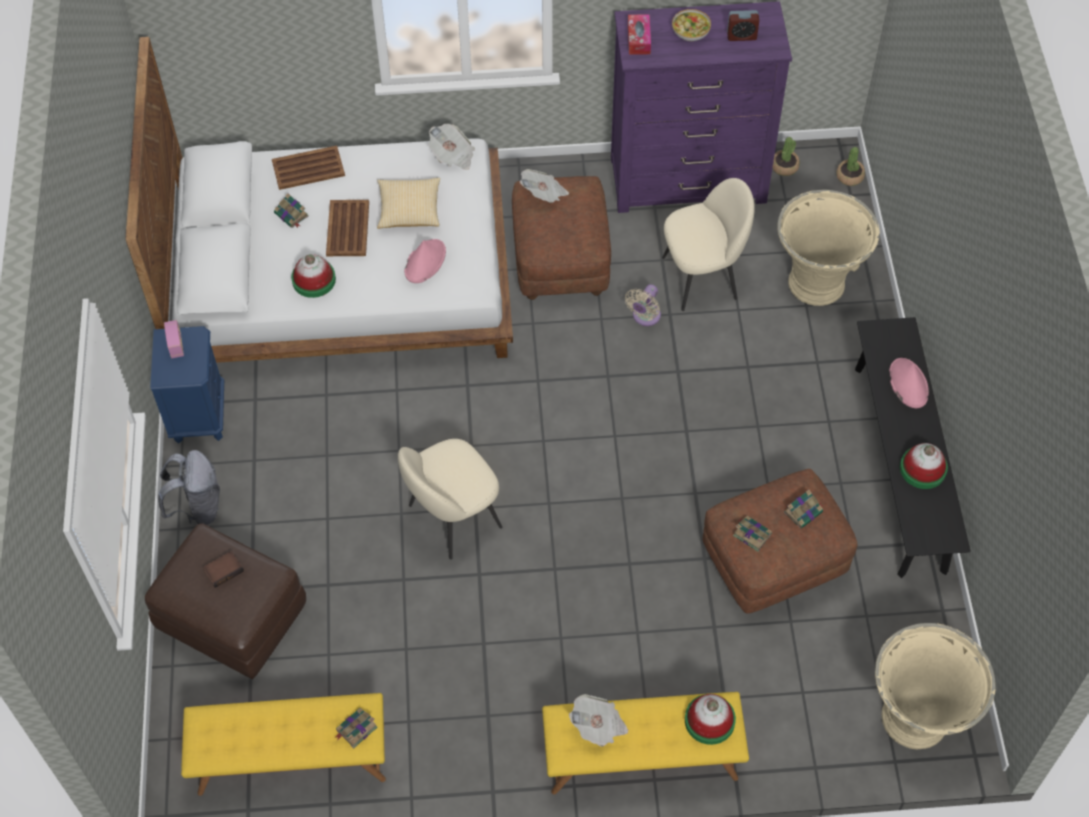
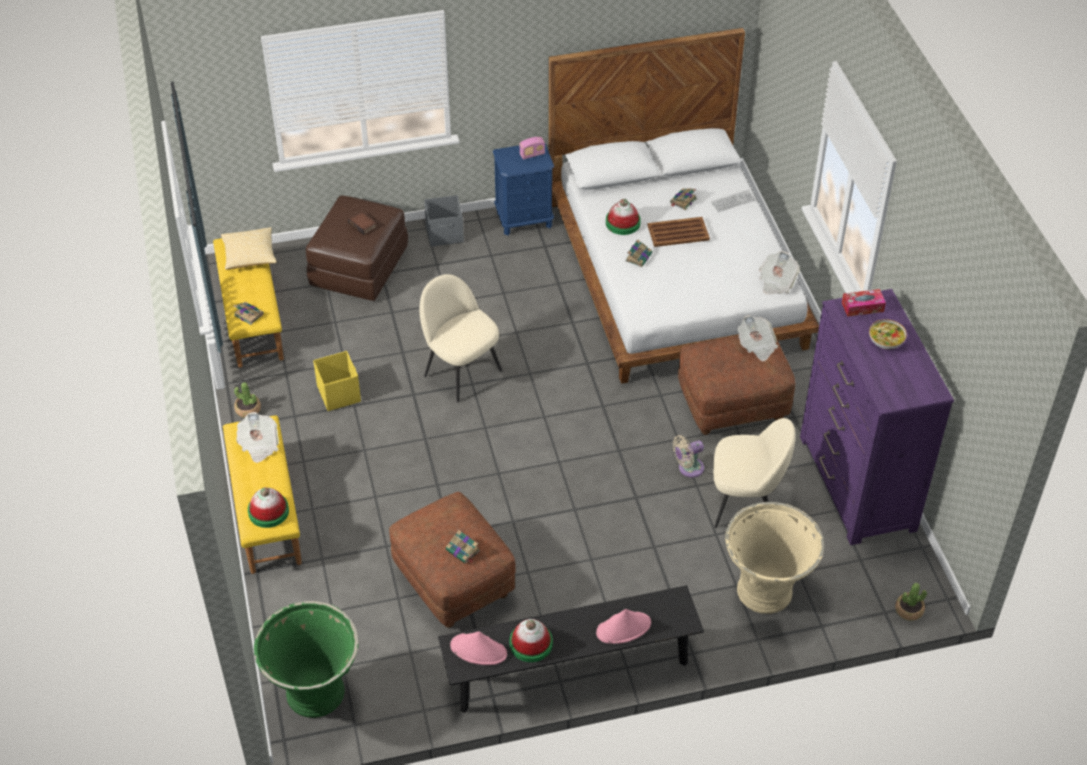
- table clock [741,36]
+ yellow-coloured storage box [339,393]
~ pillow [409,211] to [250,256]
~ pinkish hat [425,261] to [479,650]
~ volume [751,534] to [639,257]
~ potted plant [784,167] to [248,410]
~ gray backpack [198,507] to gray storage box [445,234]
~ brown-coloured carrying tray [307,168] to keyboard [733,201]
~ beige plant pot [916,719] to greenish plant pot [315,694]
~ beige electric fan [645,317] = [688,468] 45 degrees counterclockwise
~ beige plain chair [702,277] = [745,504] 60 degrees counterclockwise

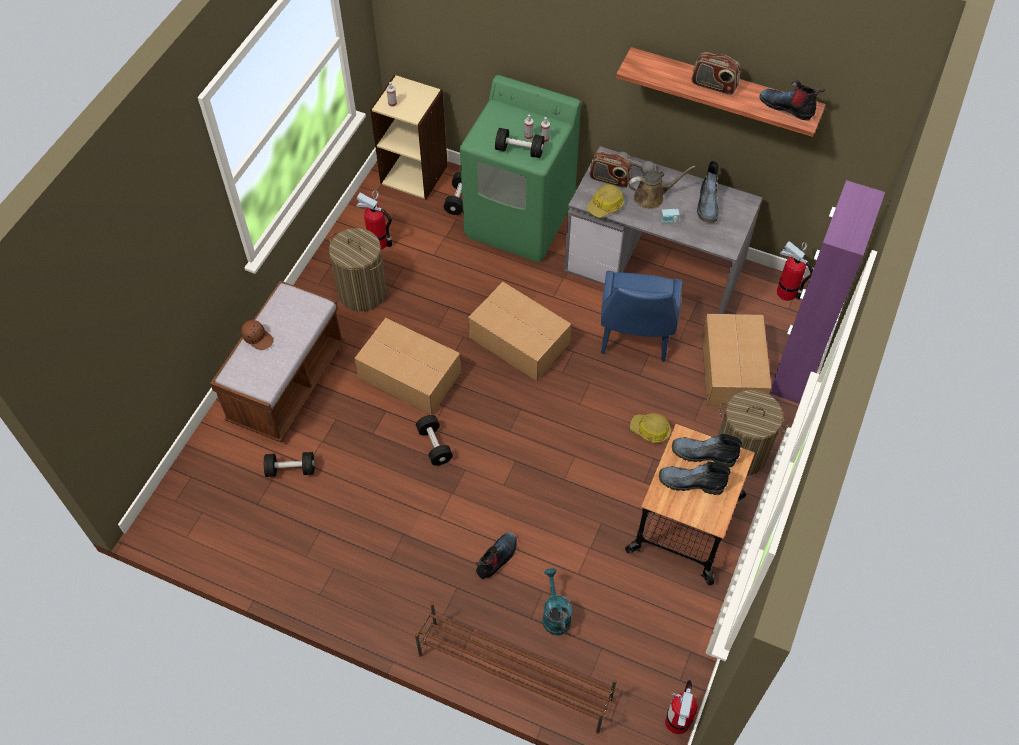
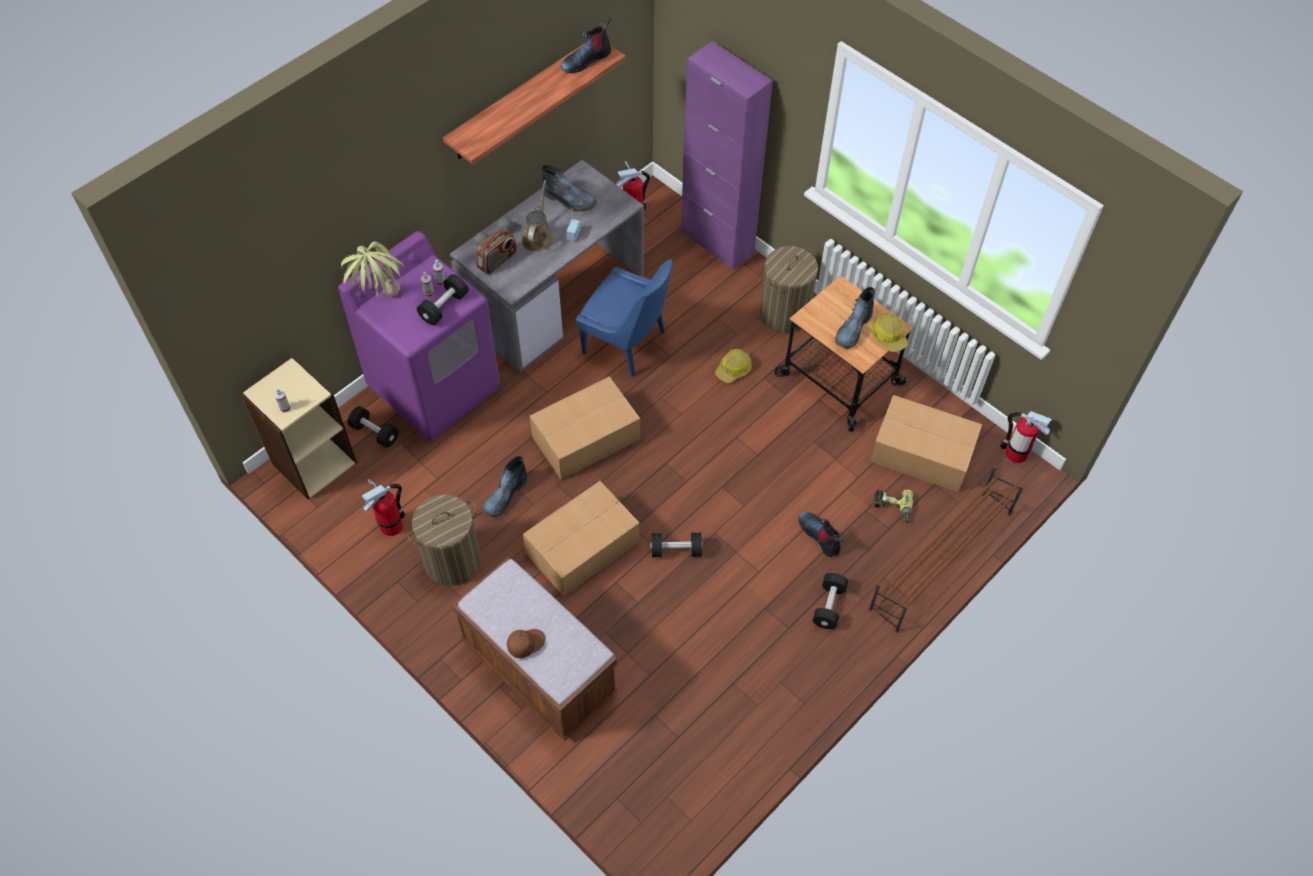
- radio receiver [714,85]
+ potted plant [381,305]
~ black hand weight [291,469] to [829,606]
~ hard hat [605,205] to [888,336]
~ boot [702,454] to [504,496]
~ cardboard box [732,369] to [920,452]
~ blue-green sprinkling can [555,614] to electric drill [892,508]
~ greenish laundry machine [520,221] to purple-coloured laundry machine [435,387]

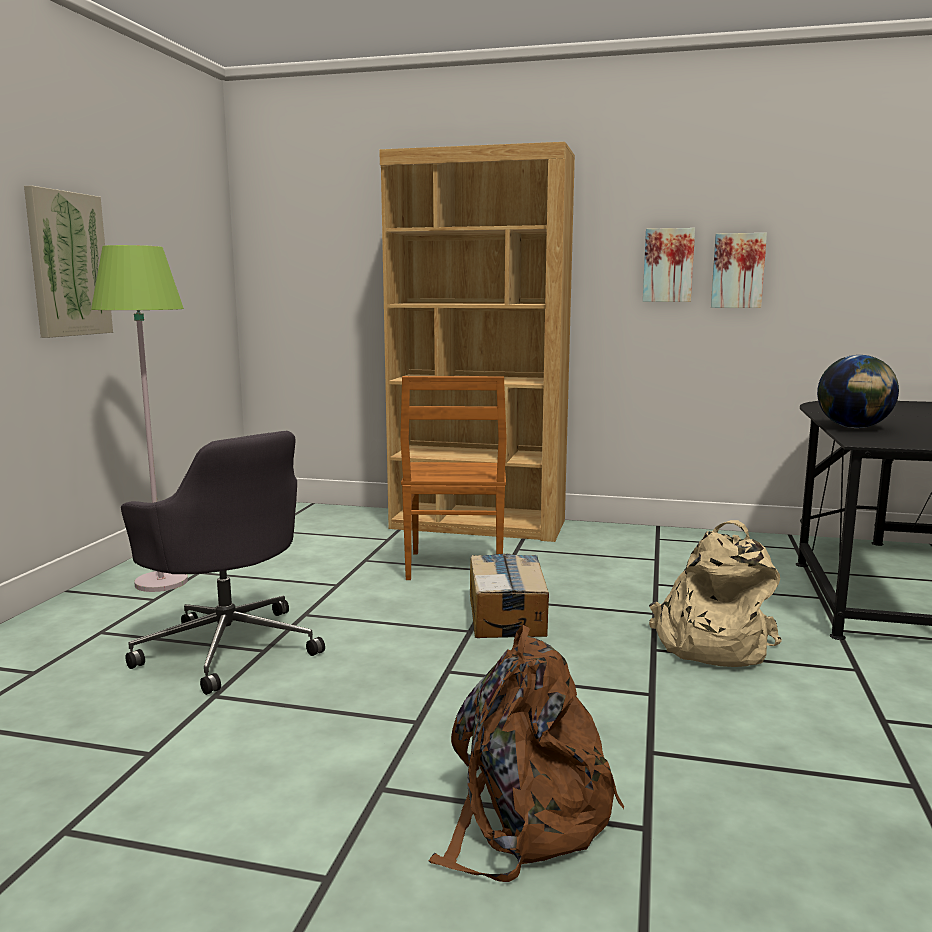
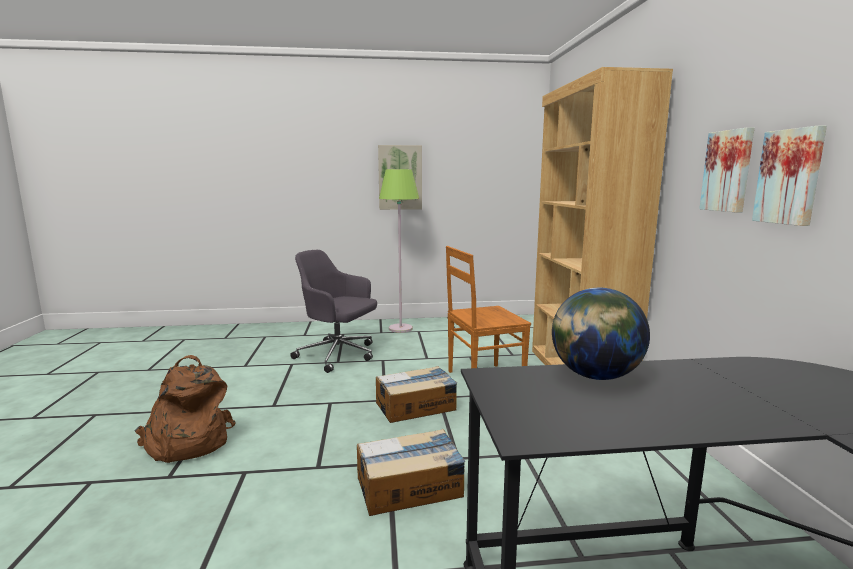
~ beige backpack [710,644] to cardboard box [410,487]
~ gray office chair [228,647] = [338,355] 90 degrees clockwise

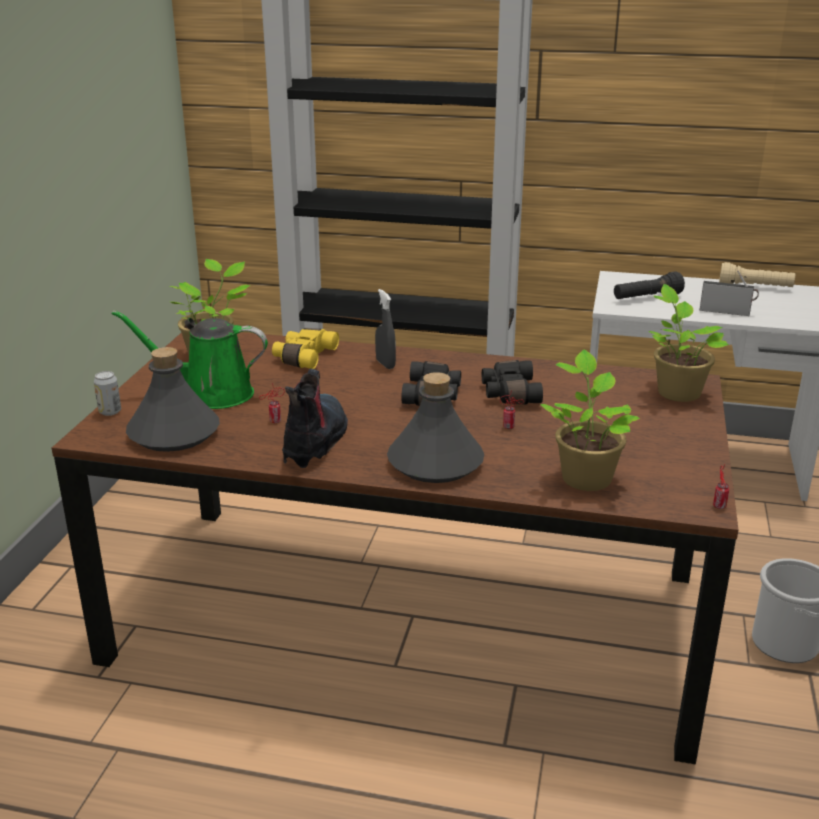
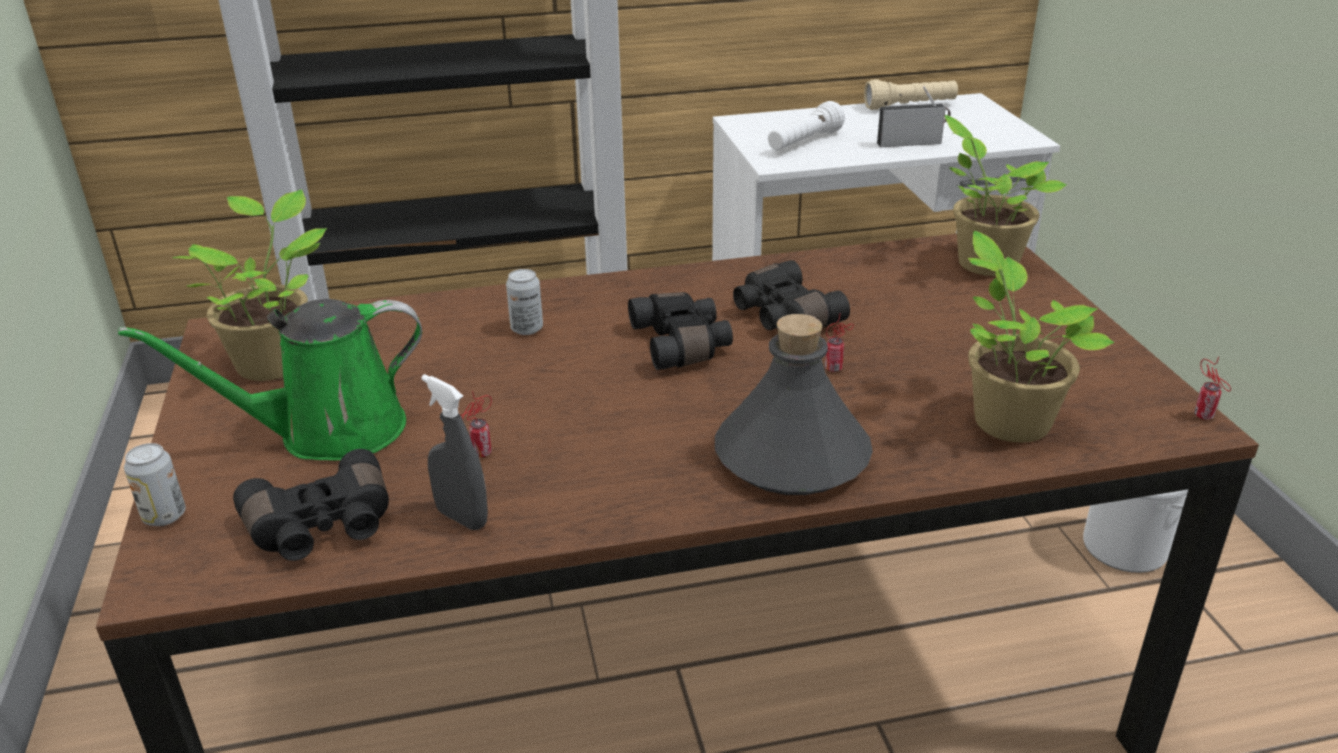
- yellow-coloured field glasses [303,357]
- boot [315,440]
+ sealed can [527,329]
~ gray spray bottle [385,364] to [462,518]
~ gray bottle [173,434] to black field glasses [322,527]
~ black flashlight [647,298] to white flashlight [804,142]

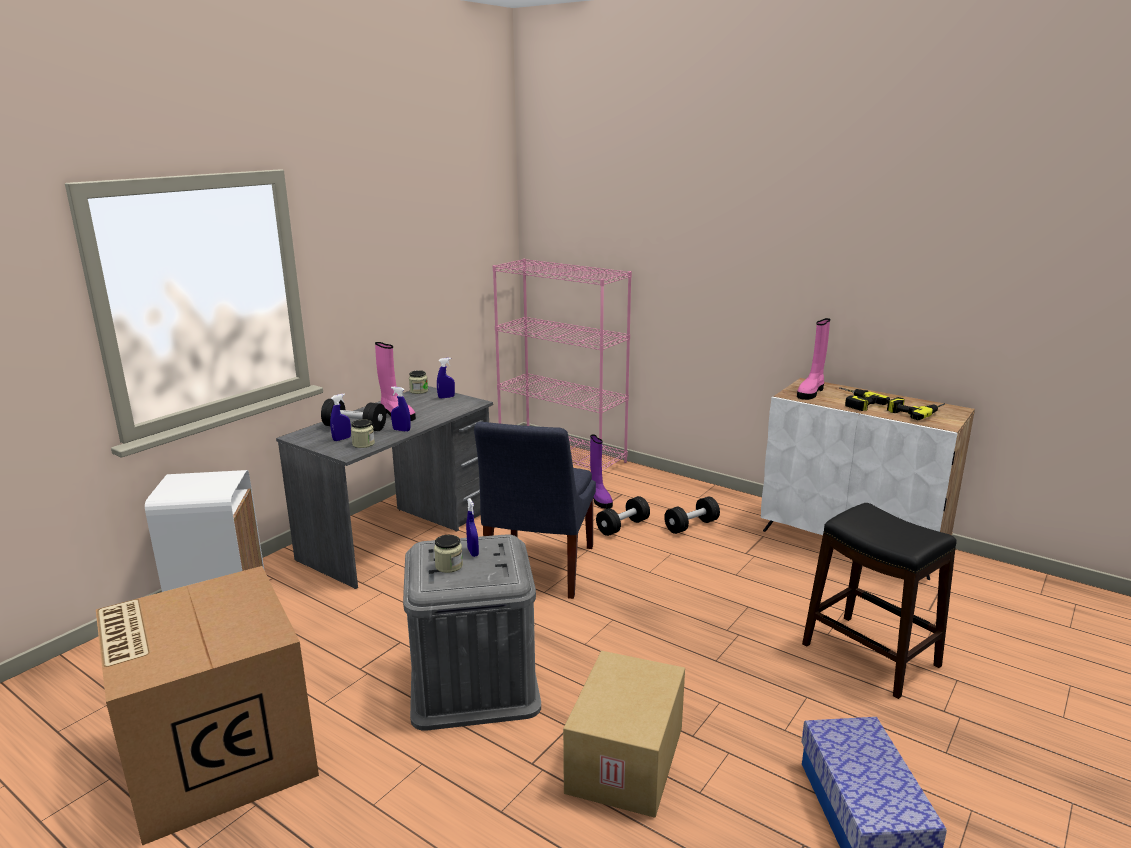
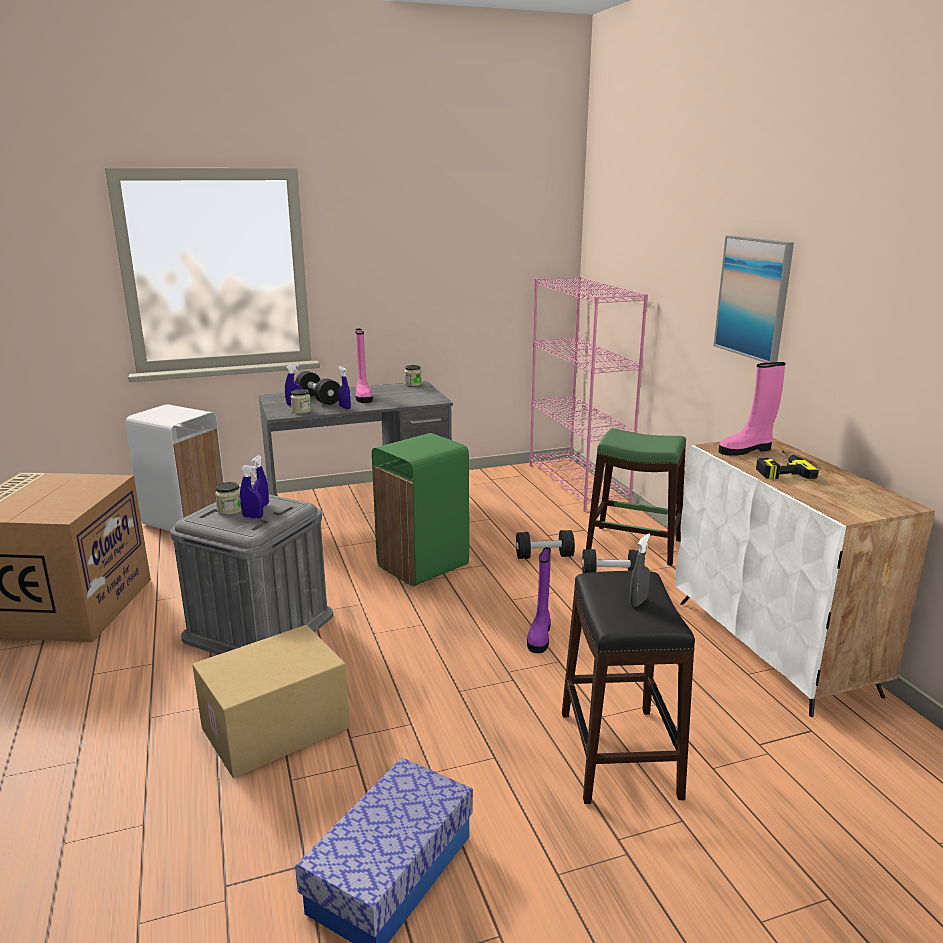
- electric drill [915,411]
+ greenish sitting stool [633,545]
+ gray spray bottle [638,601]
+ wall picture [753,297]
~ blue spray bottle [446,397] to [253,517]
~ purple-coloured boot [599,499] to [540,636]
~ blue plain chair [537,569] to greenish trash can [421,565]

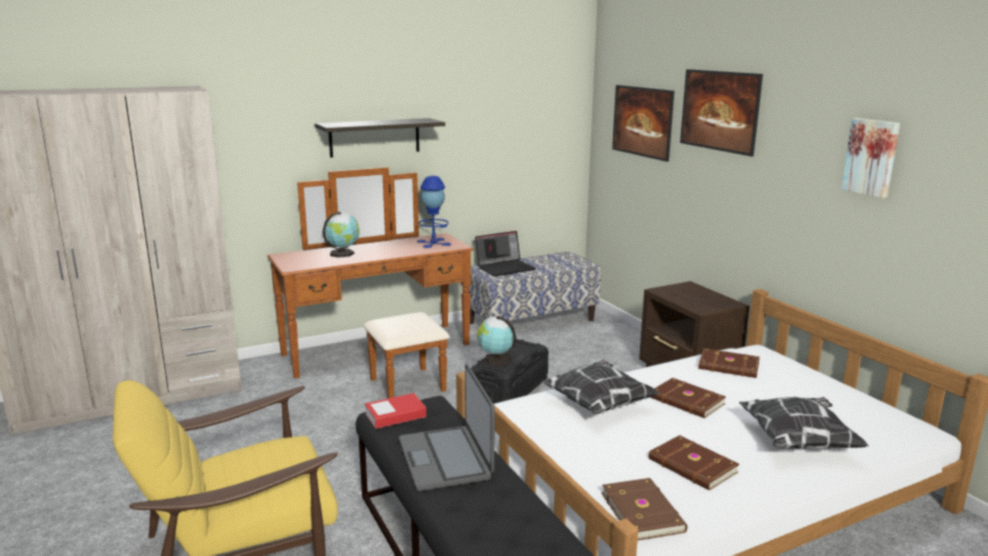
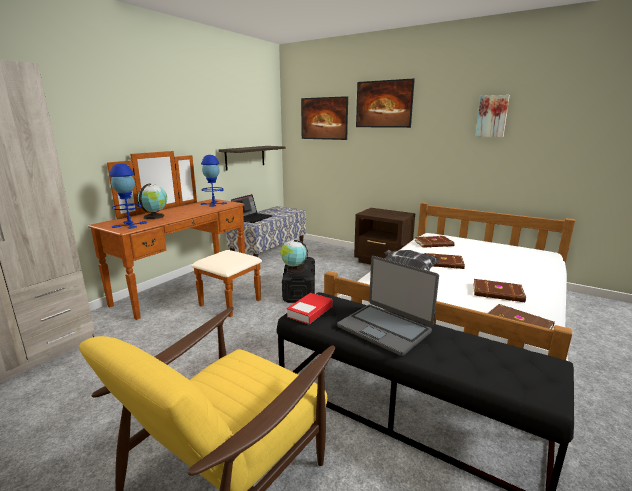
- pillow [798,441]
+ blue table lamp [129,224]
~ wall shelf [374,137] to [245,157]

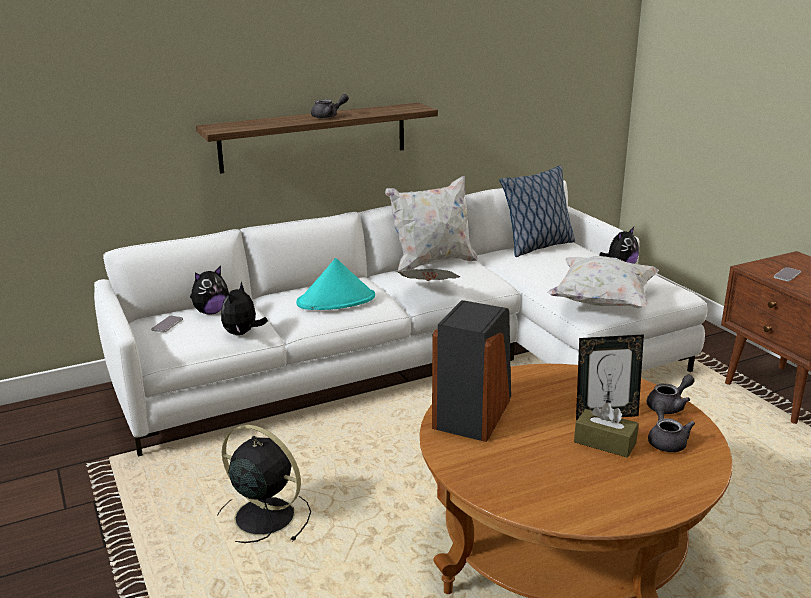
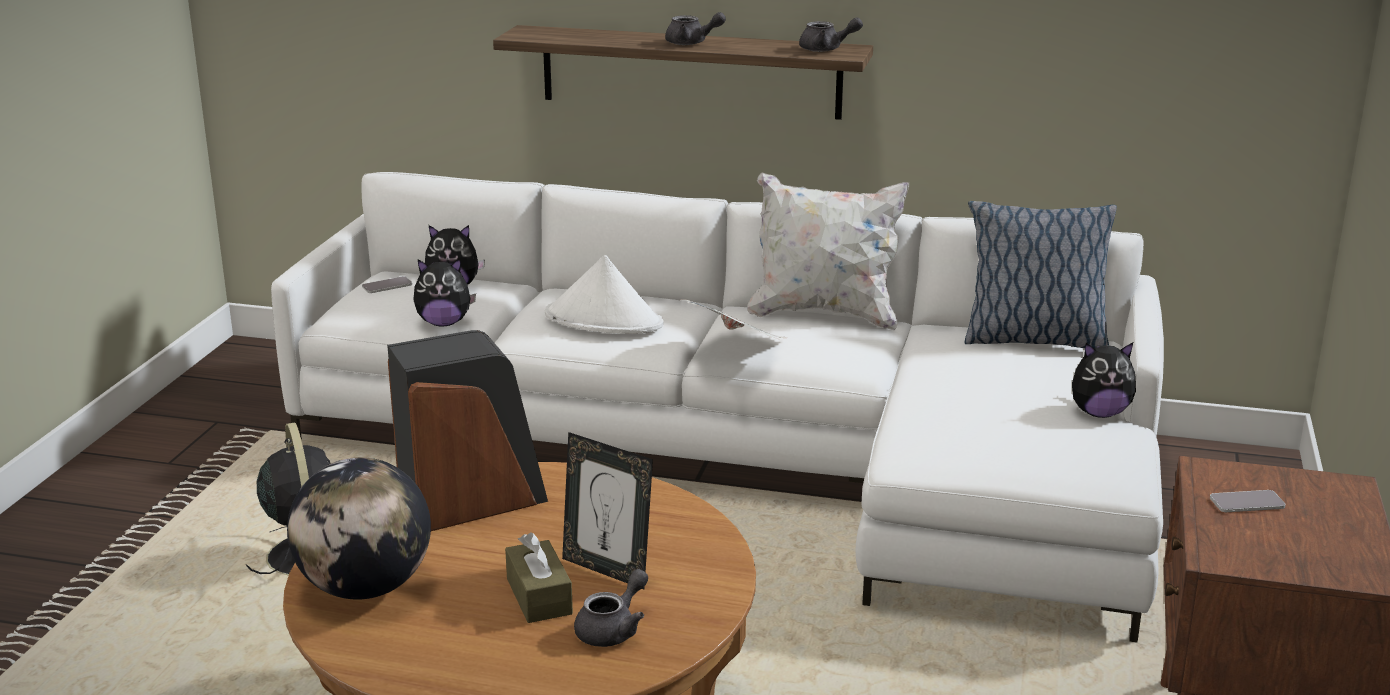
- white pillow [602,302]
+ desk globe [365,588]
~ gray tea pot [669,406] to [826,49]
~ blue-green hat [336,300] to white hat [604,320]
~ soft toy [242,333] = [444,323] 150 degrees counterclockwise

